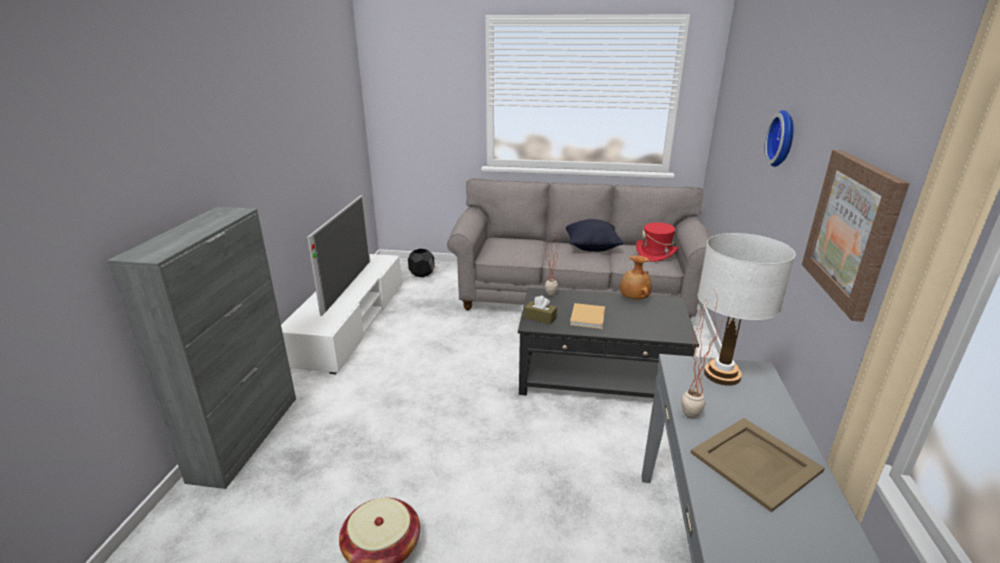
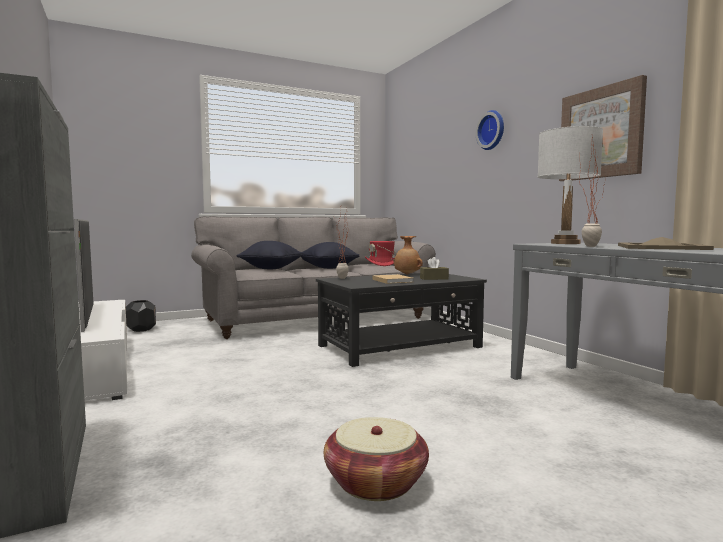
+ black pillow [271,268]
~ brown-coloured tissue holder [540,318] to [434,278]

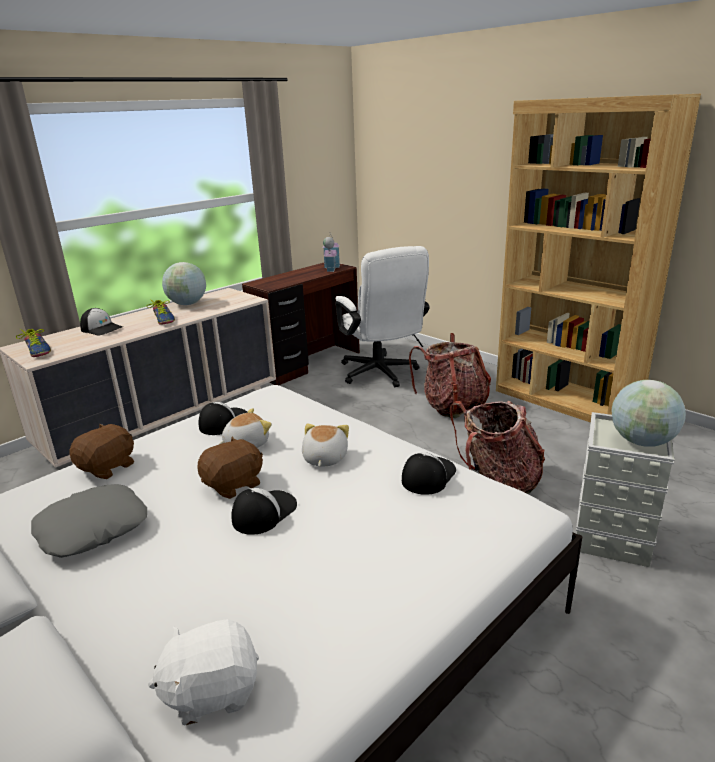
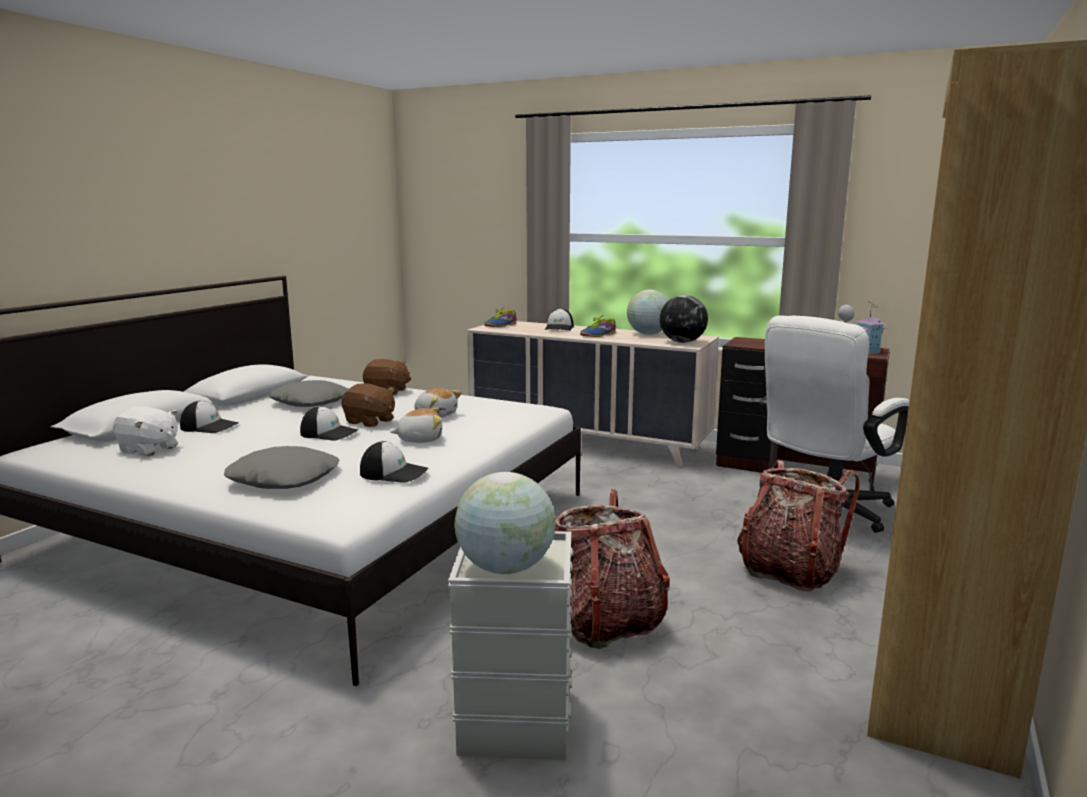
+ gray pillow [284,478]
+ desk globe [682,342]
~ peaked cap [223,422] to [209,426]
~ white soft toy [212,691] = [149,449] 150 degrees clockwise

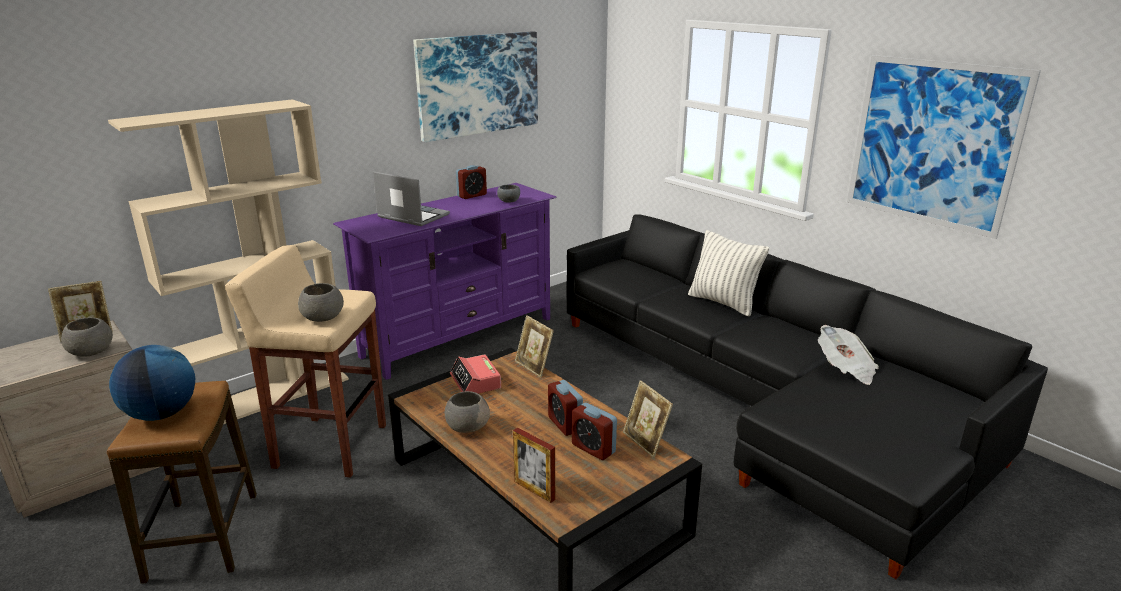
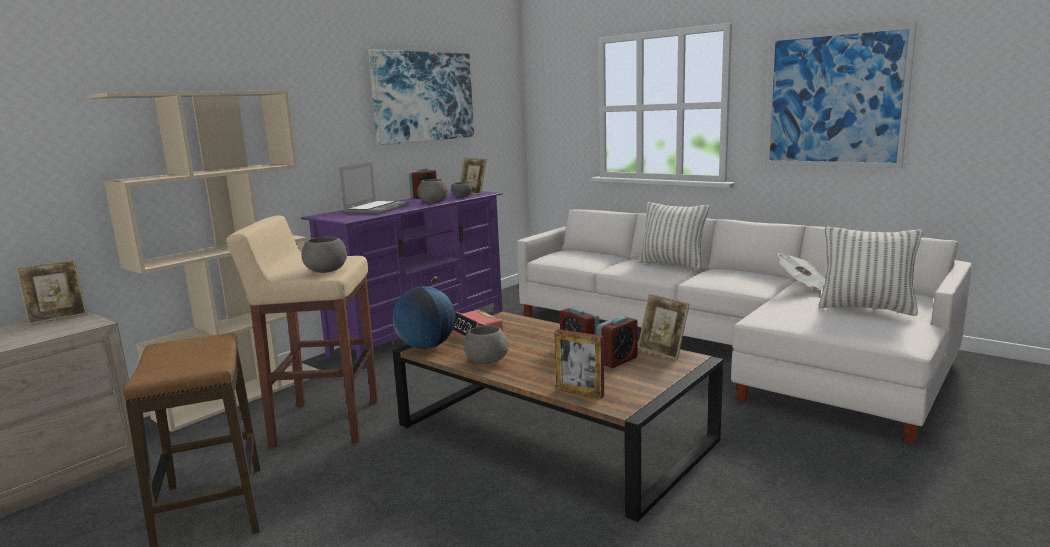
+ pillow [866,308]
~ gray serving bowl [91,352] to [434,202]
~ desk globe [161,414] to [426,346]
~ standing frame [534,367] to [473,193]
~ black settee [766,402] to white settee [728,345]
~ laptop [412,216] = [377,209] 90 degrees clockwise
~ table clock [593,448] = [617,361] 75 degrees counterclockwise

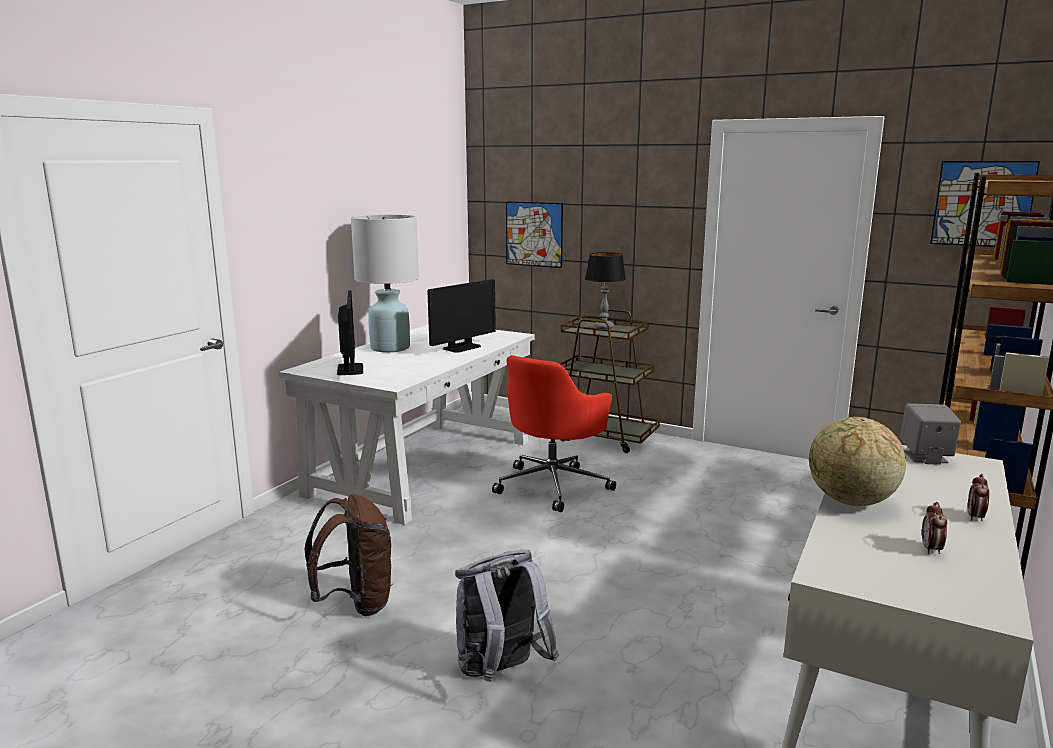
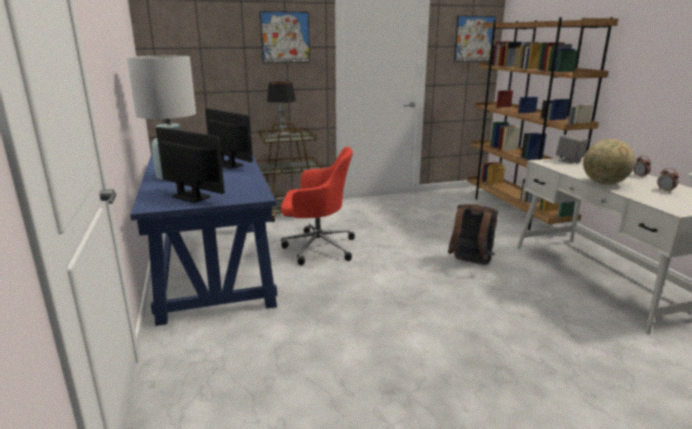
- gray backpack [500,672]
~ brown-coloured backpack [356,603] to [470,263]
~ wall picture [534,234] to [285,37]
~ white desk unit [423,467] to blue desk unit [213,268]
~ monitor [462,347] = [228,164] 45 degrees counterclockwise
~ reddish office chair [553,485] = [317,247] 75 degrees counterclockwise

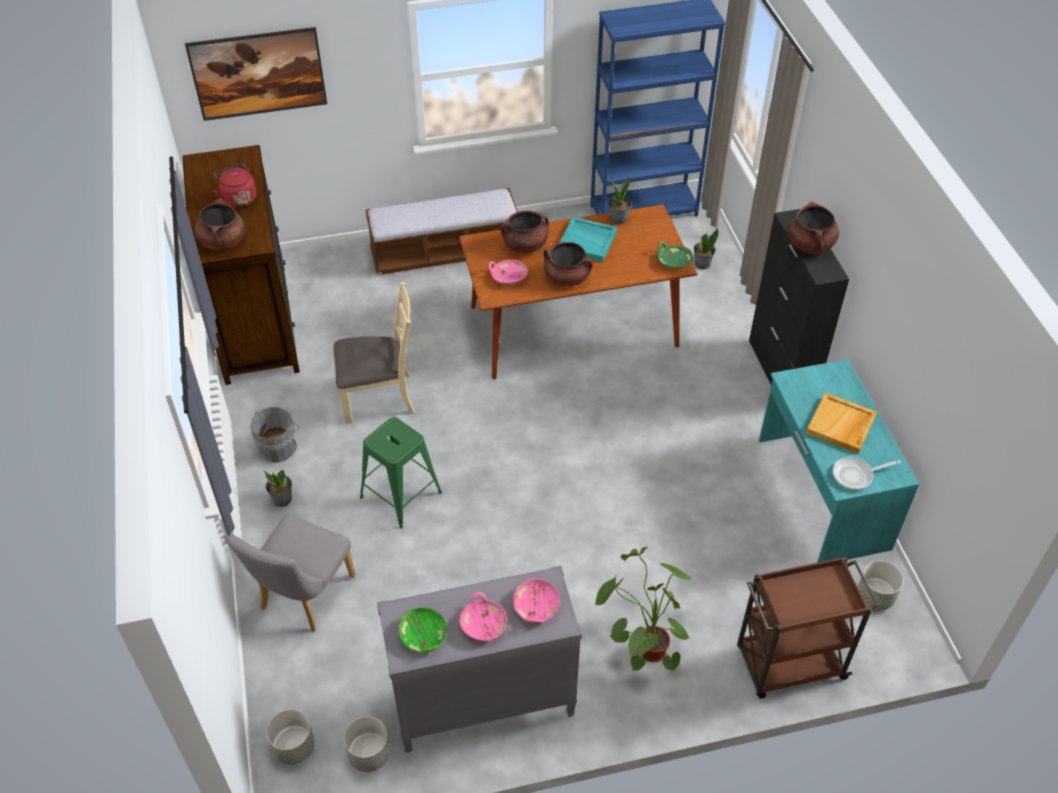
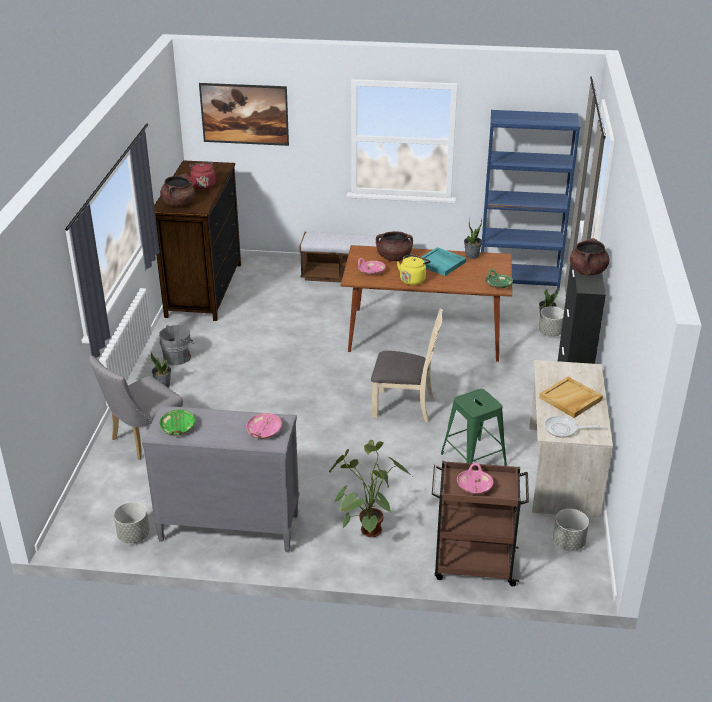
~ gray plant pot [294,747] to [550,333]
~ beige plain chair [379,397] to [404,406]
~ greenish sitting stool [401,495] to [473,459]
~ pinkish serving bowl [483,624] to [474,486]
~ brown-coloured stockpot [567,278] to yellow-coloured tea kettle [413,279]
~ blue-green desk unit [821,493] to beige desk unit [561,470]

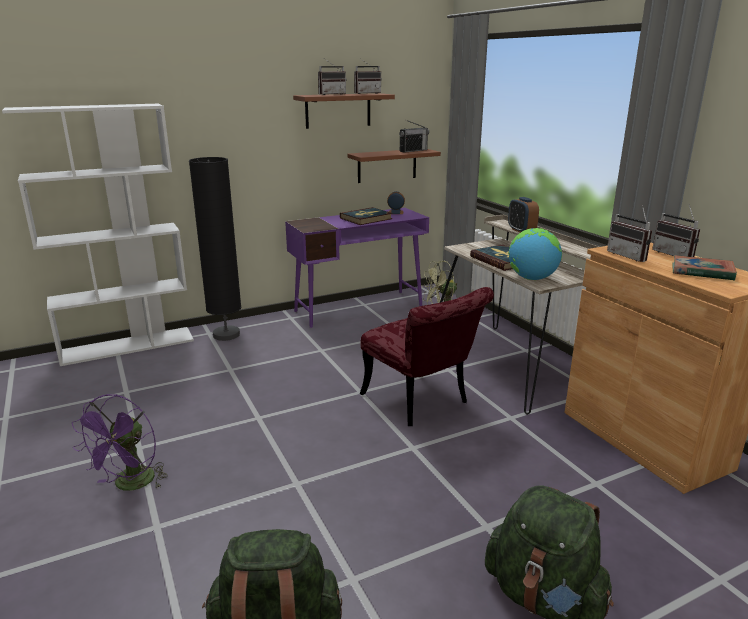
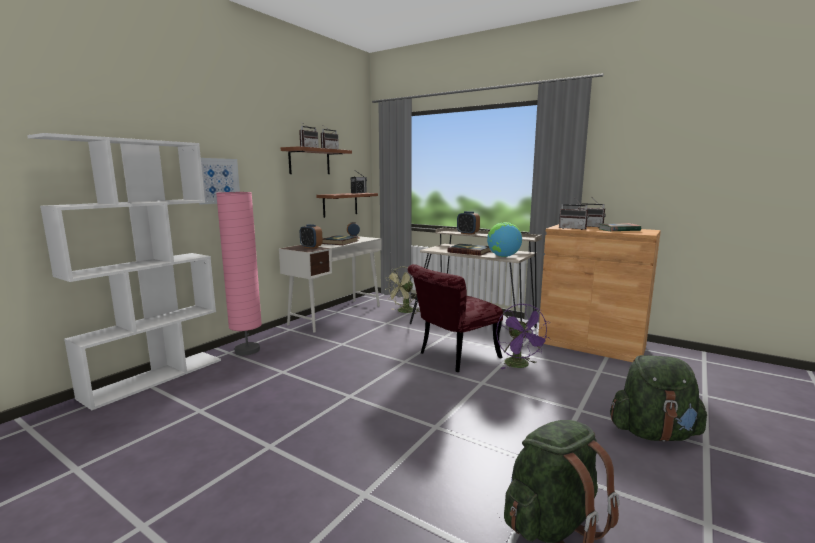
+ wall picture [217,181]
+ table clock [311,247]
~ purple-coloured electric fan [130,485] to [520,365]
~ black standard lamp [226,335] to pinkish standard lamp [247,350]
~ purple-coloured desk unit [359,308] to white desk unit [336,314]
~ reddish plain chair [421,402] = [453,357] 120 degrees clockwise

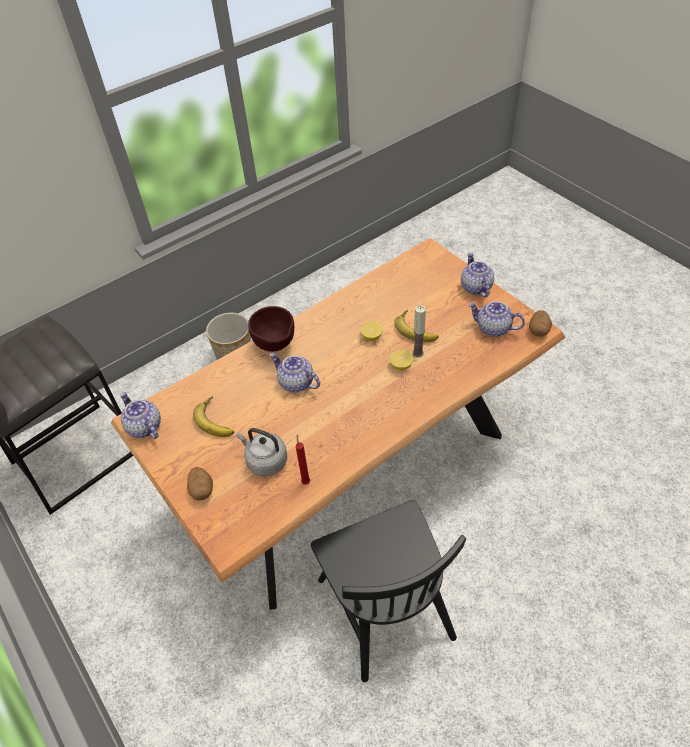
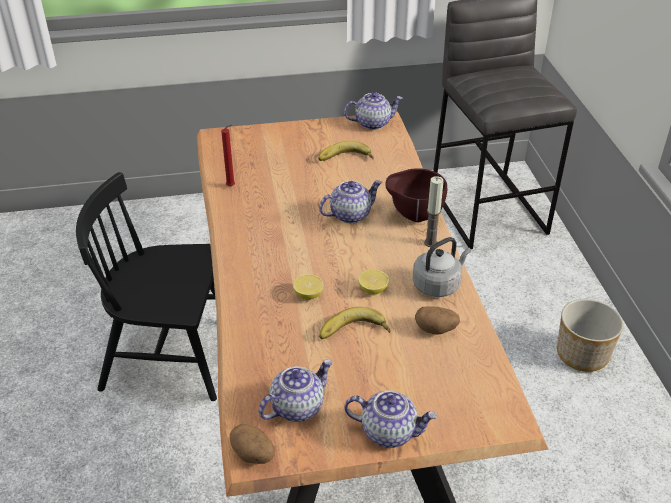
~ potato [202,489] to [436,329]
~ gray tea kettle [265,461] to [438,284]
~ candle [418,353] to [430,243]

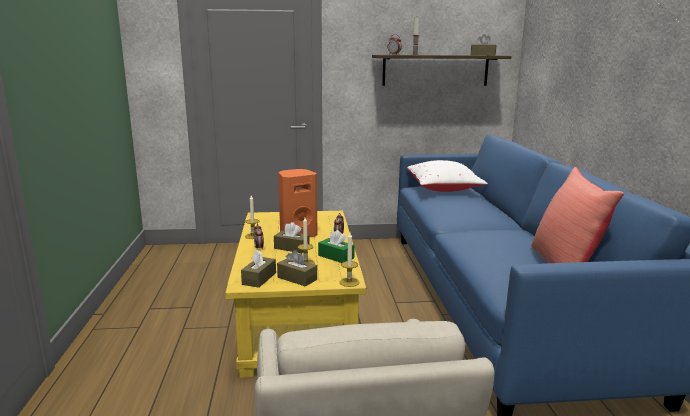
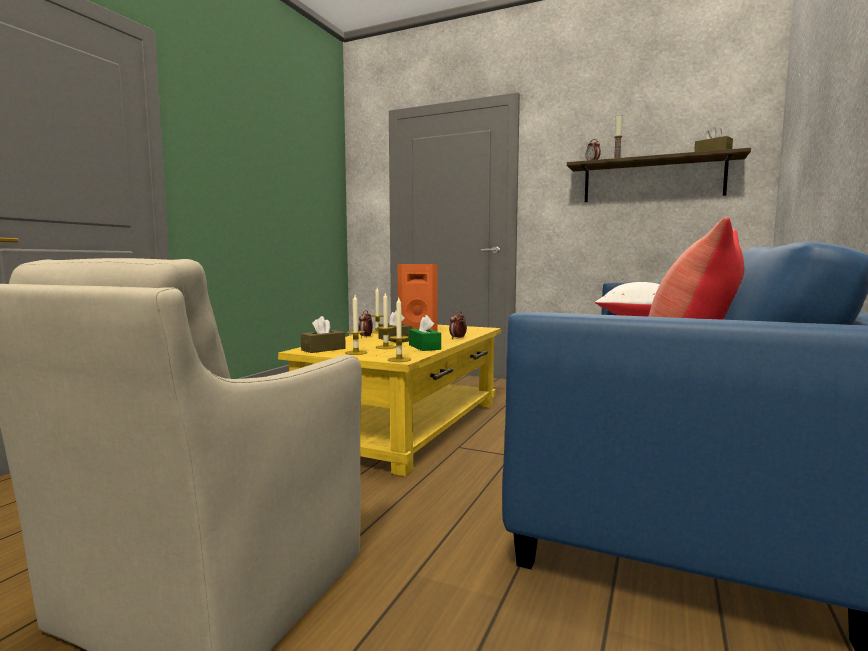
~ brown-coloured tissue holder [297,278] to candle [356,353]

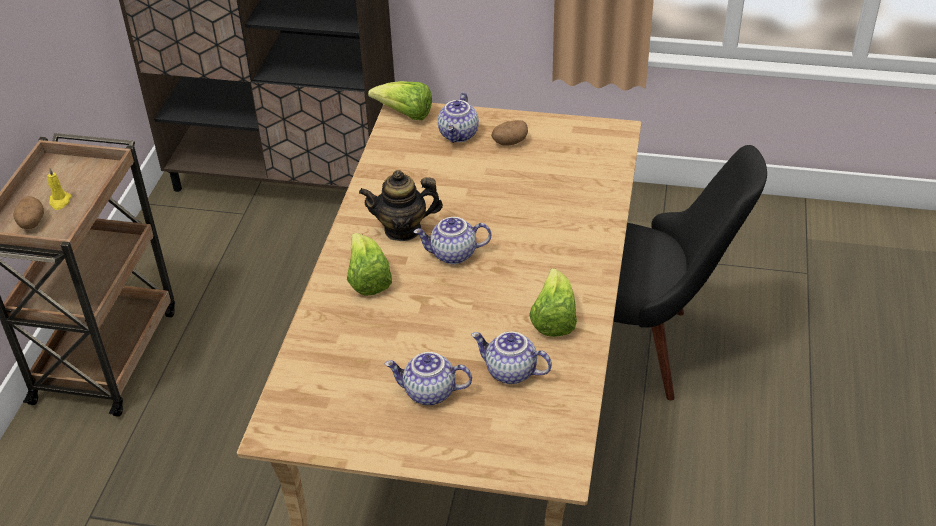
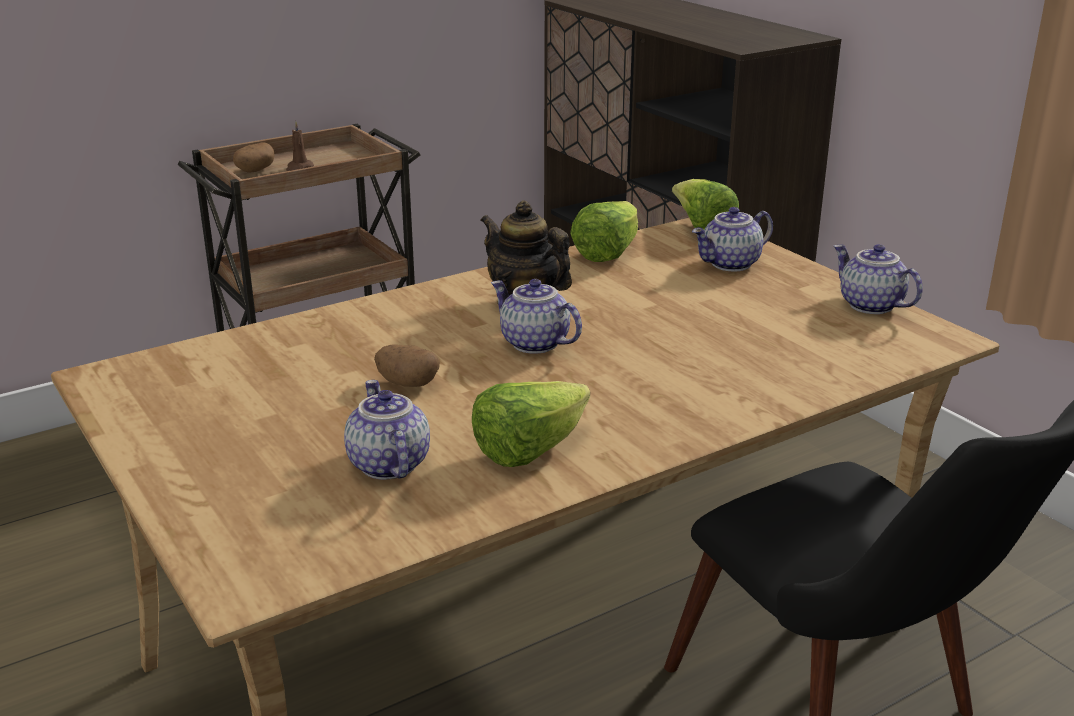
~ lettuce head [367,280] to [607,253]
~ tea pot [429,393] to [869,305]
~ potato [509,142] to [407,383]
~ yellow-coloured candle [60,202] to brown-coloured candle [299,168]

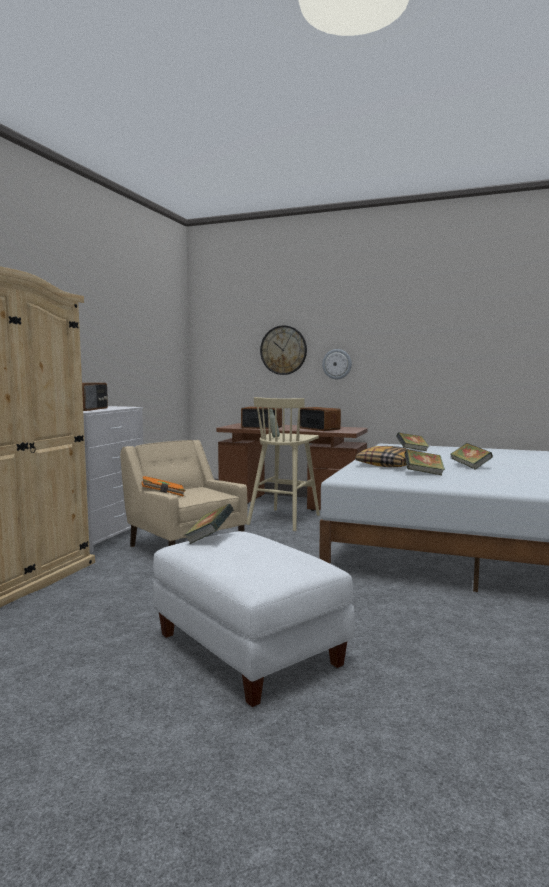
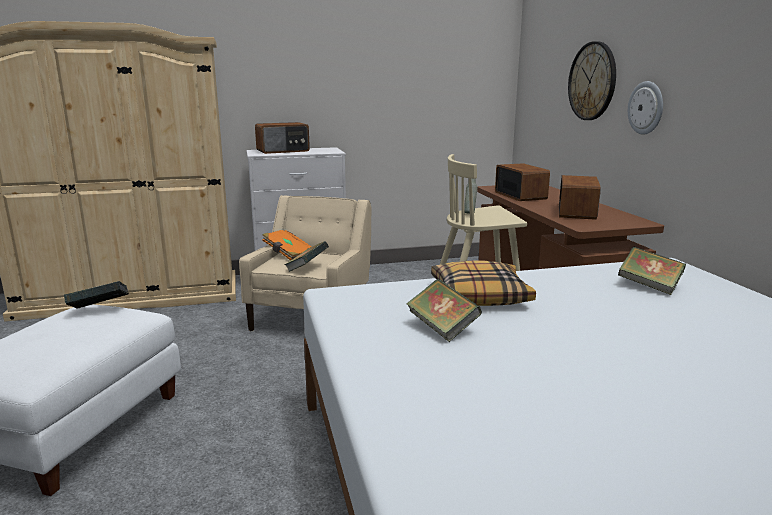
~ volume [470,466] to [307,268]

